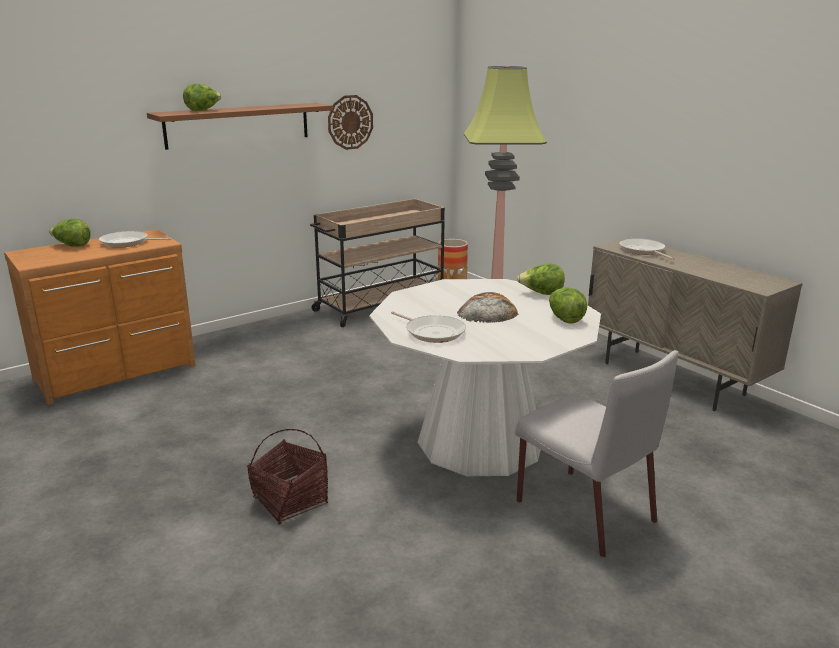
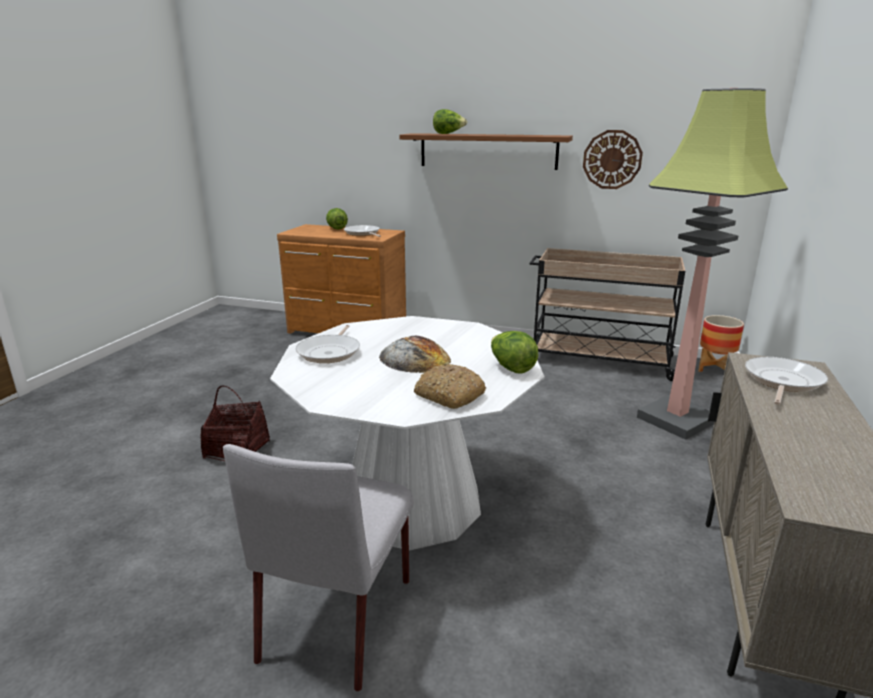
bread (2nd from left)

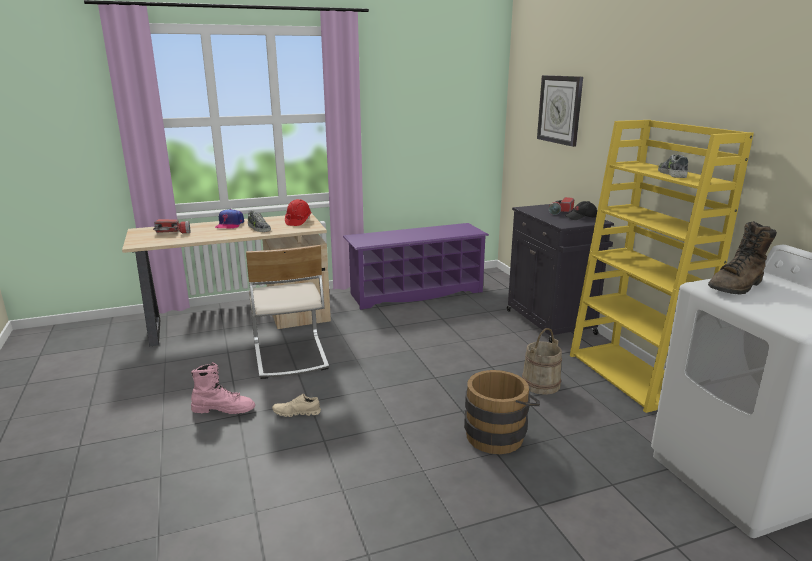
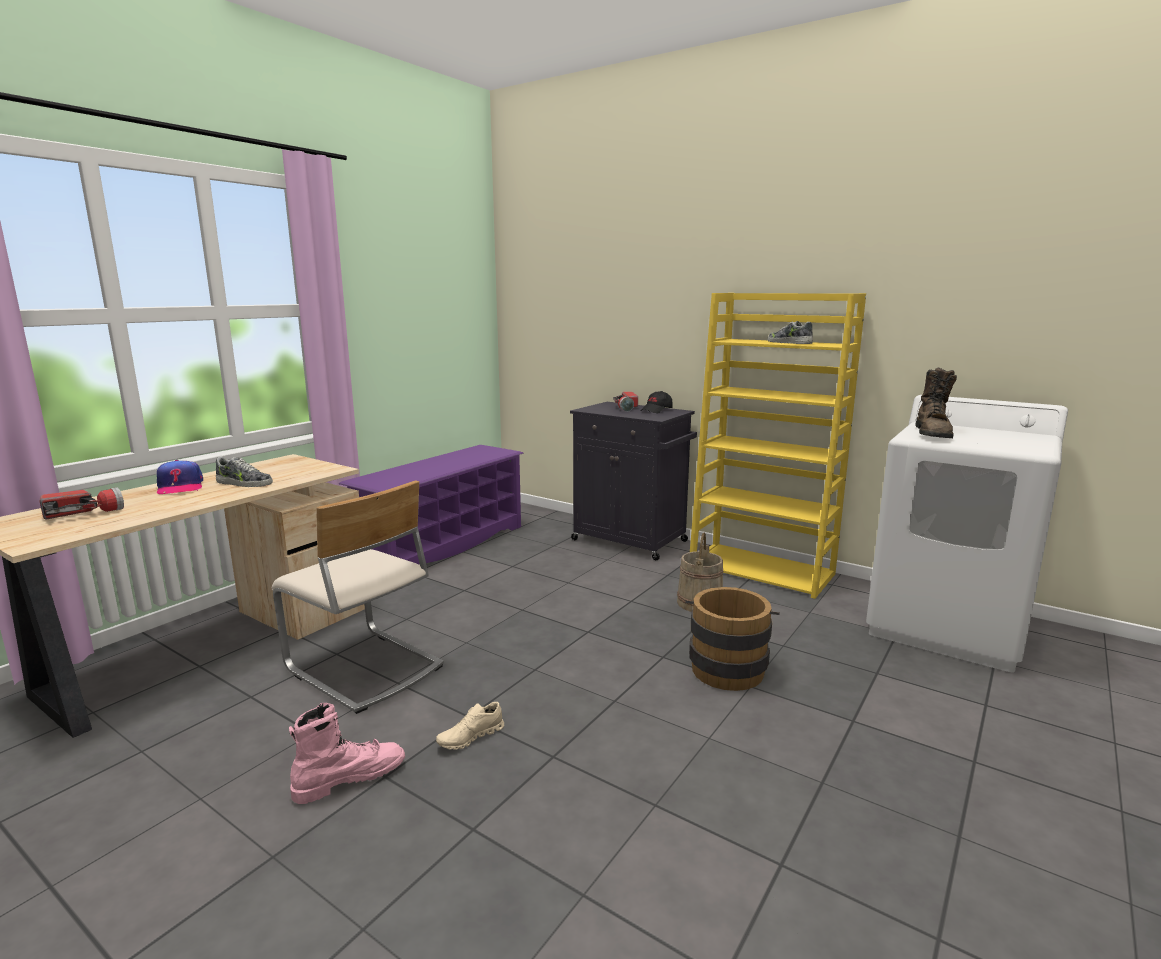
red_hard_hat
wall_clock

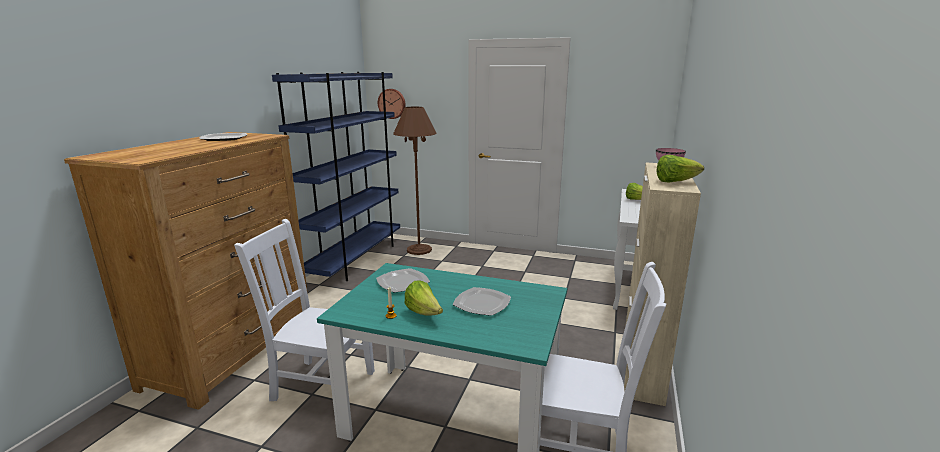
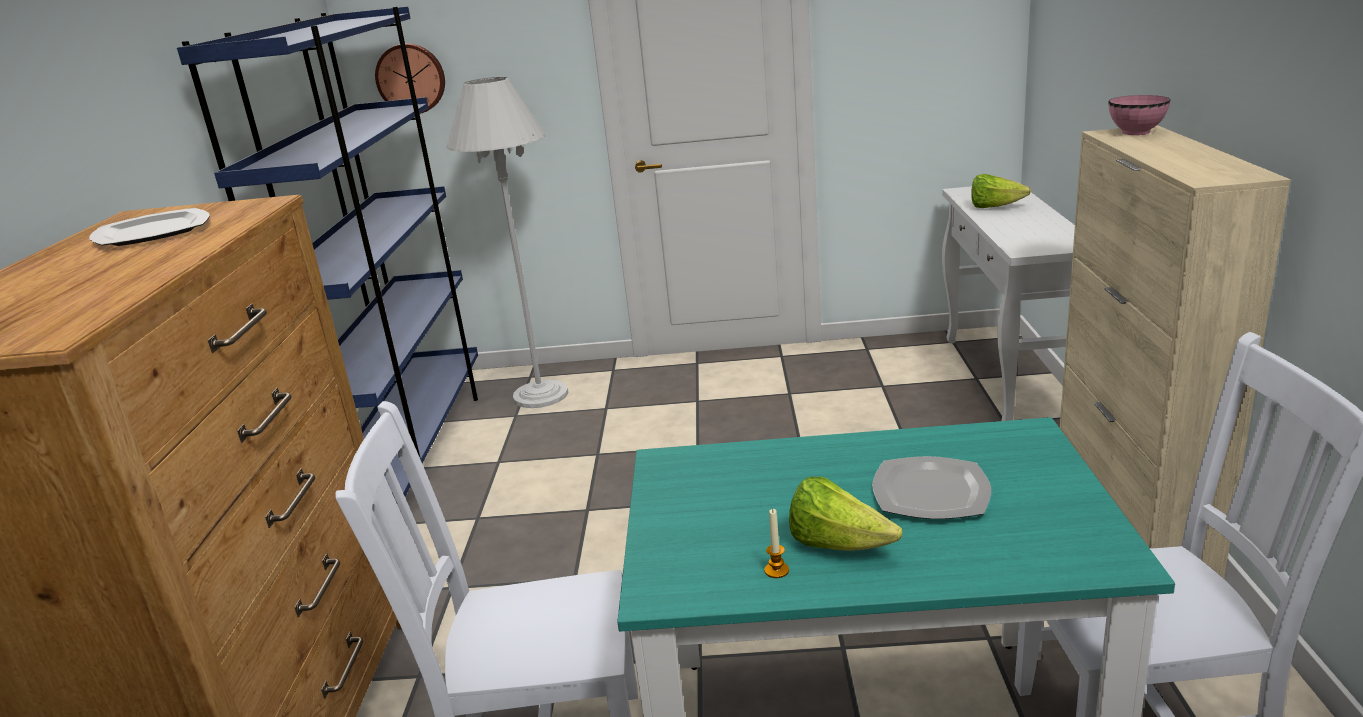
white_floor_lamp
plate (2nd from left in the first image)
lettuce (3rd from left in the first image)

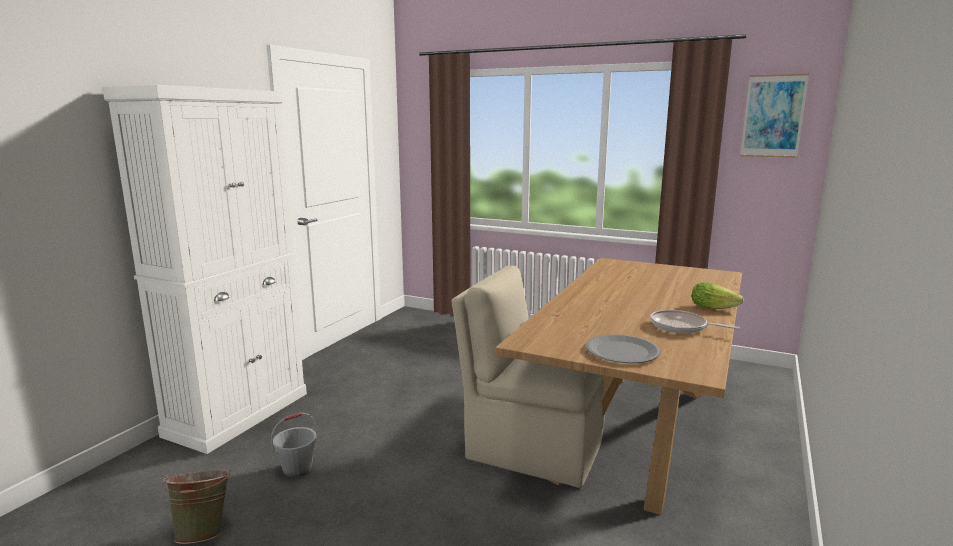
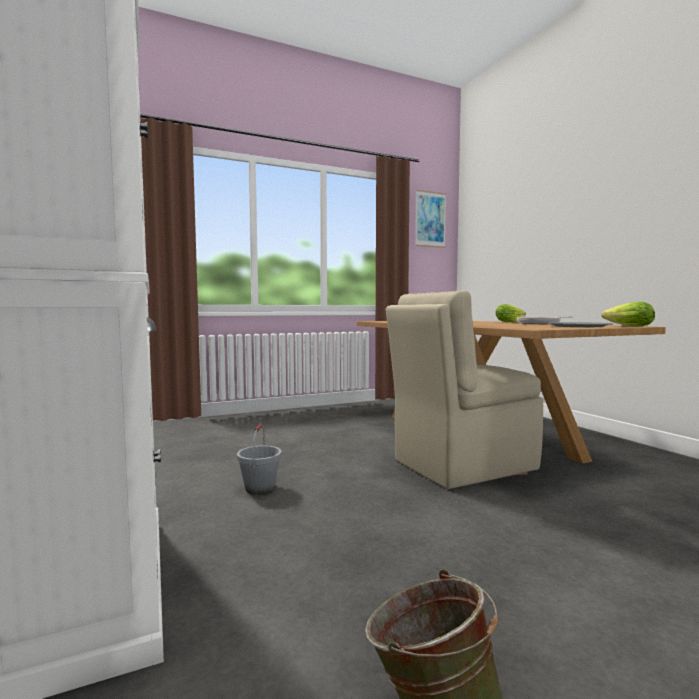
grey_bucket
lettuce (2nd from left)

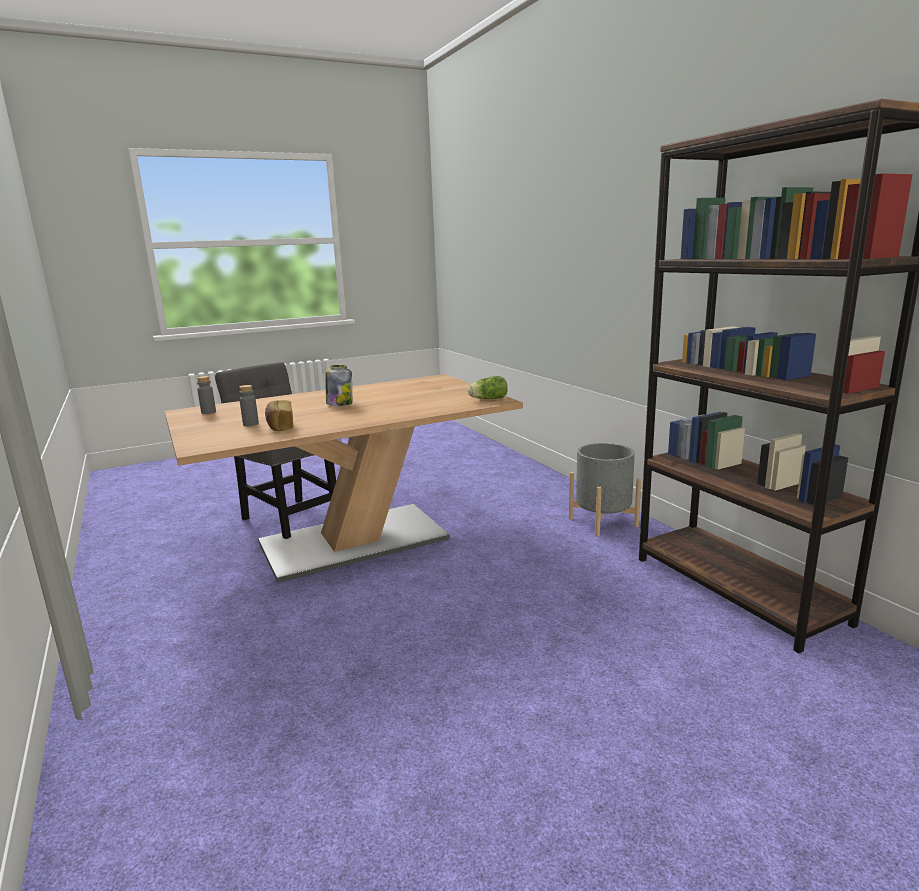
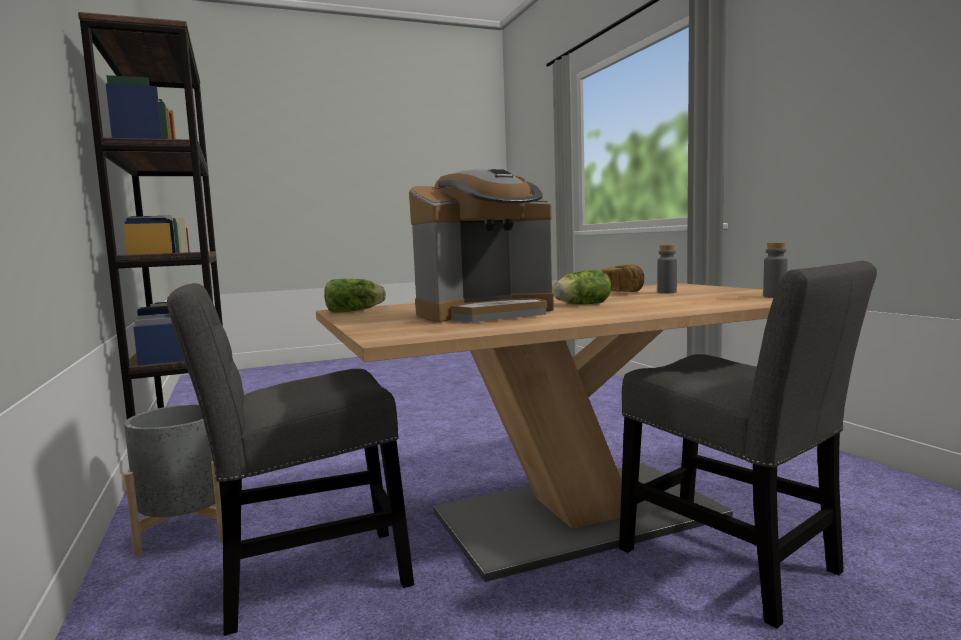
grey_chair (1st from left)
coffee_machine
lettuce (2nd from left)

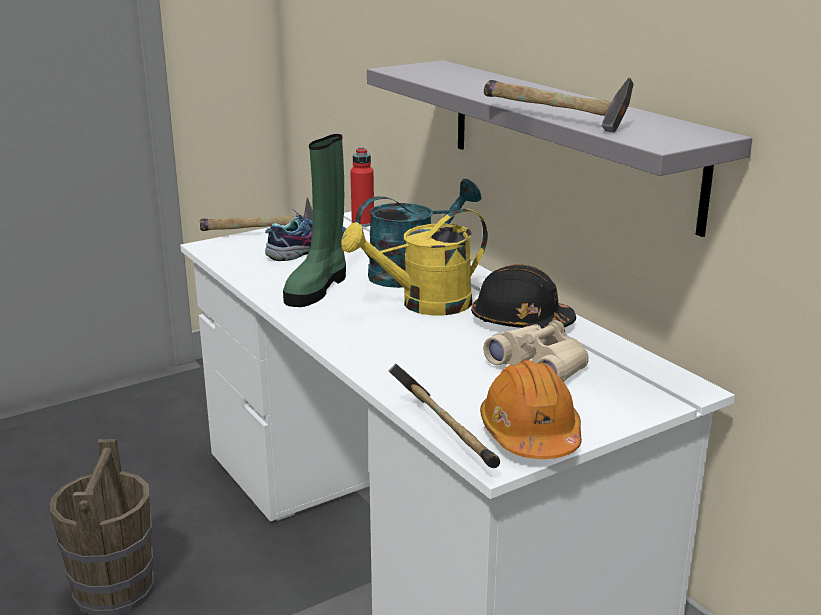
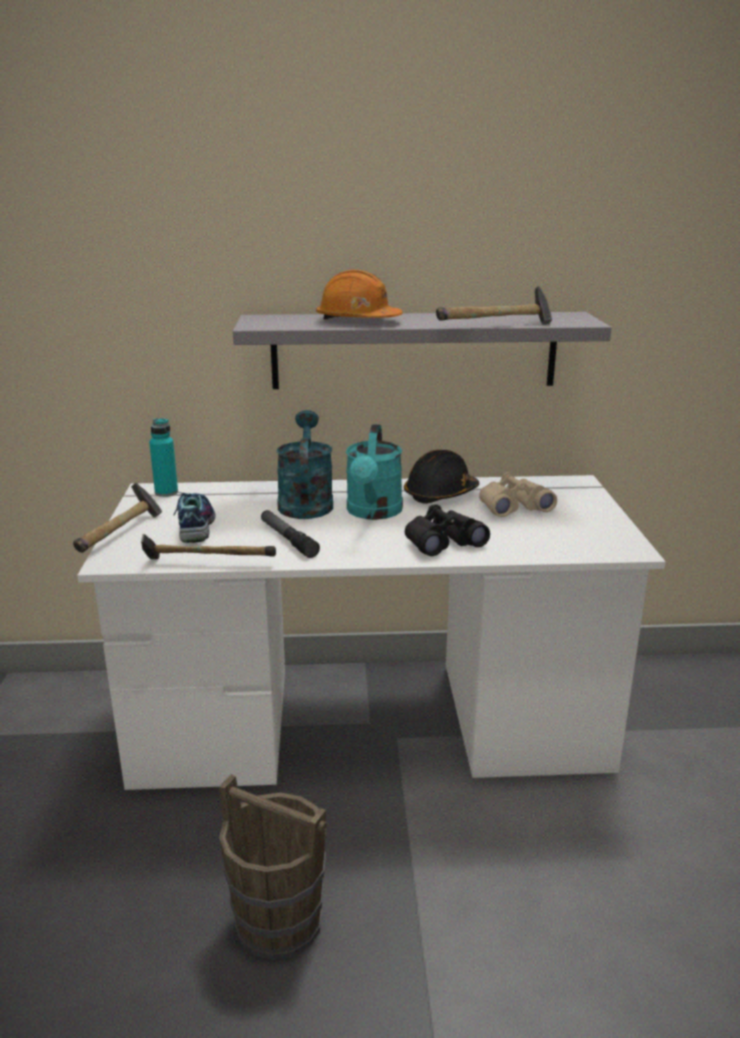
hammer (2nd from left)
turquoise_bottle
flashlight
orange_hard_hat
turquoise_watering_can (2nd from left)
black_binoculars

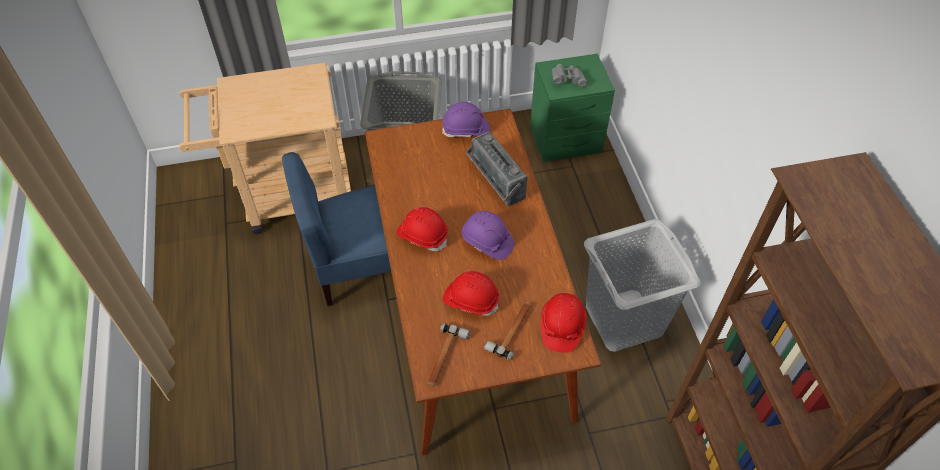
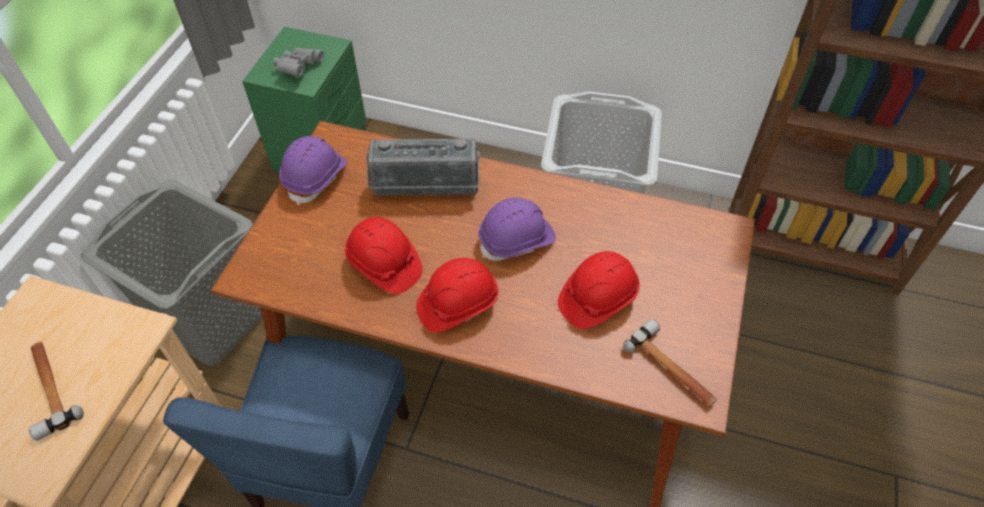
hammer (1st from left)
red_hard_hat (1st from left)

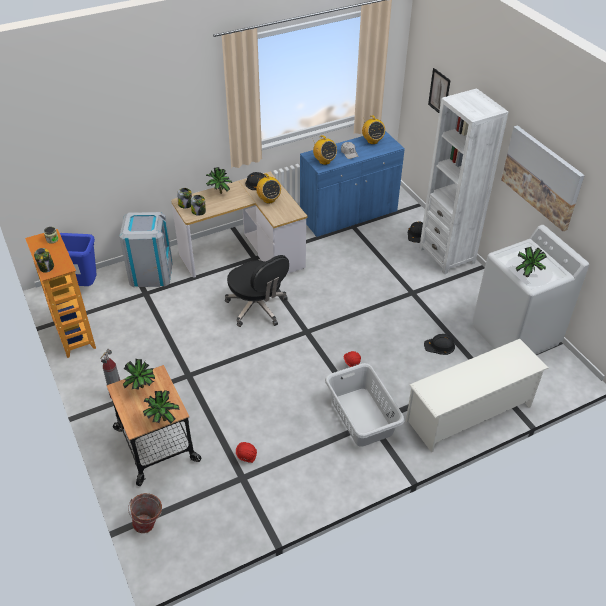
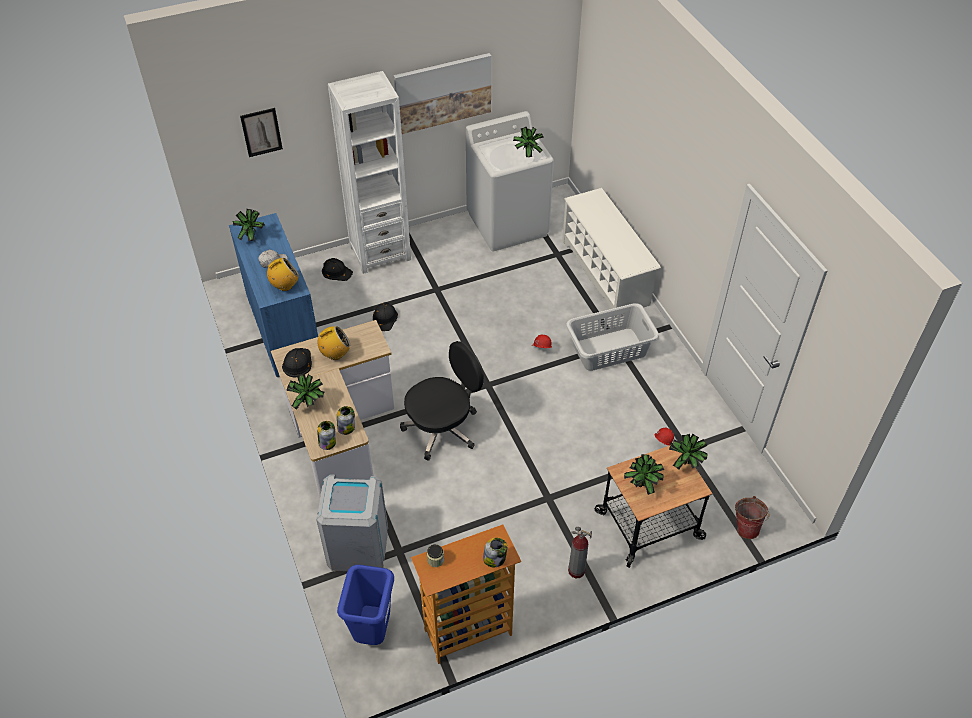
potted_plant (1st from left)
black_hard_hat (3rd from left)

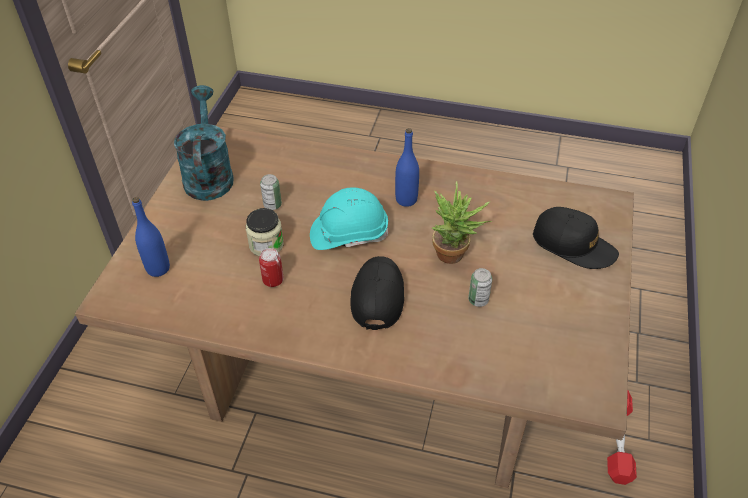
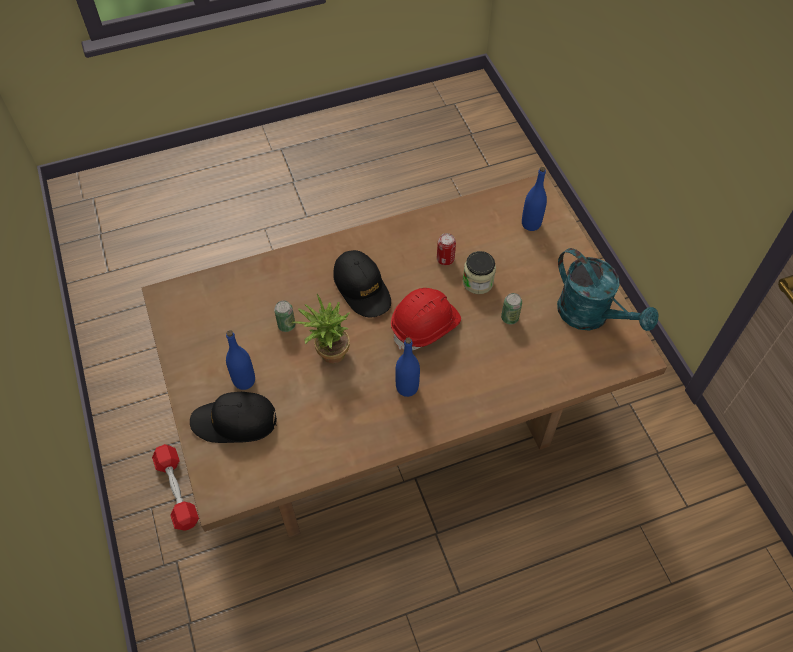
blue_bottle (1st from left)
red_hard_hat

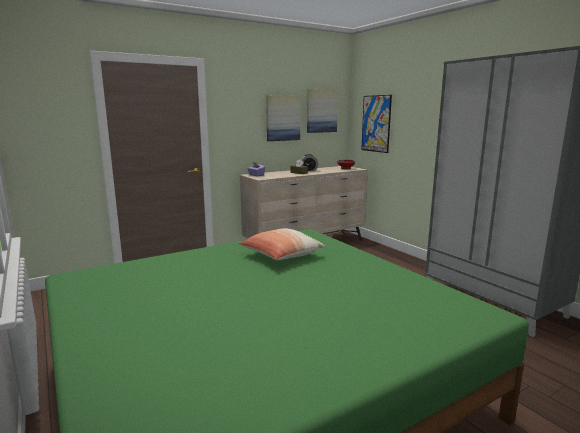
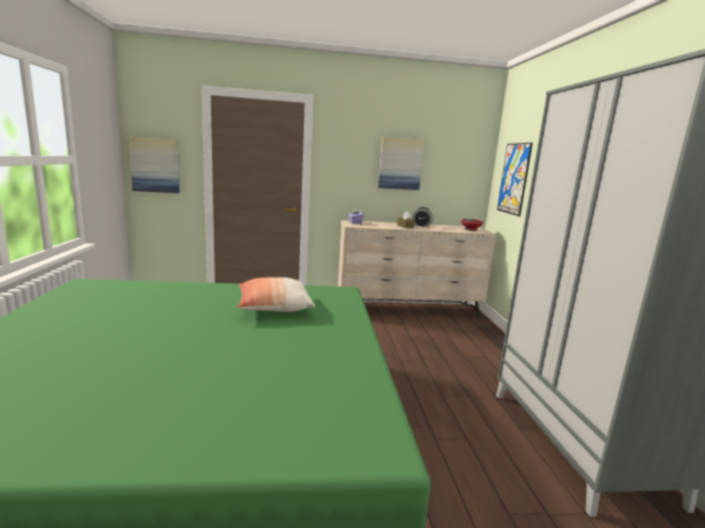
picture (1st from left)

